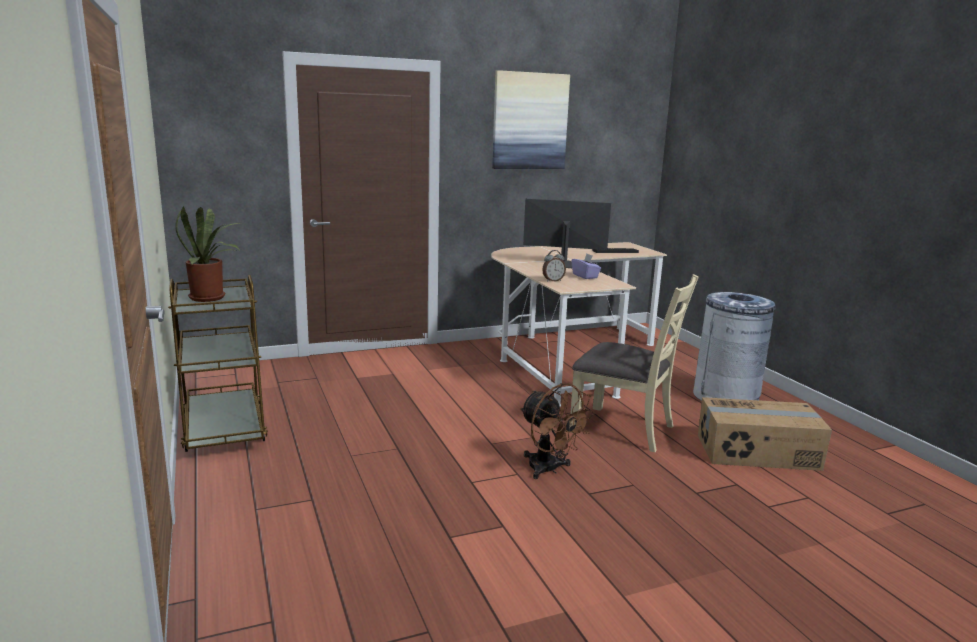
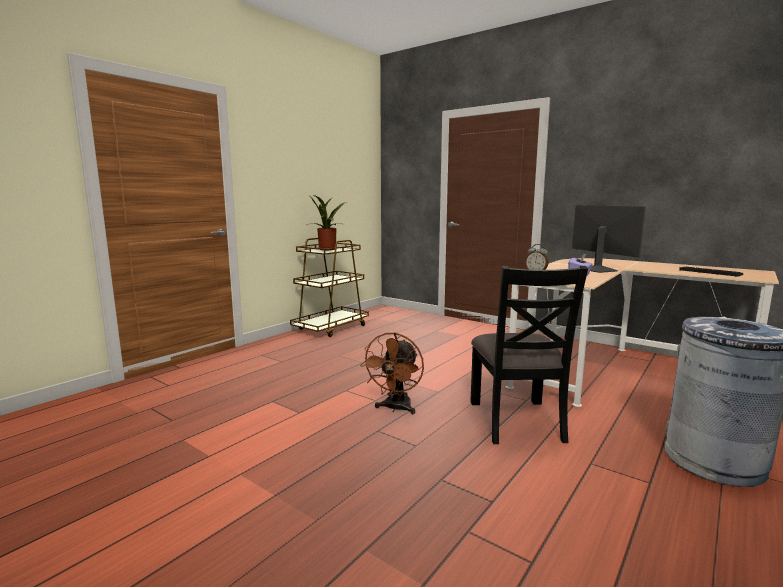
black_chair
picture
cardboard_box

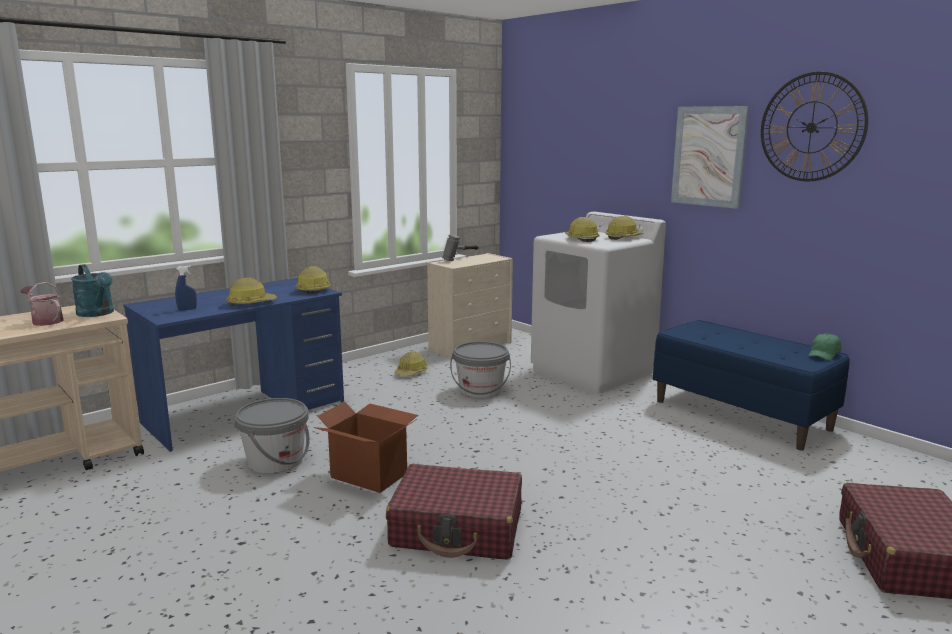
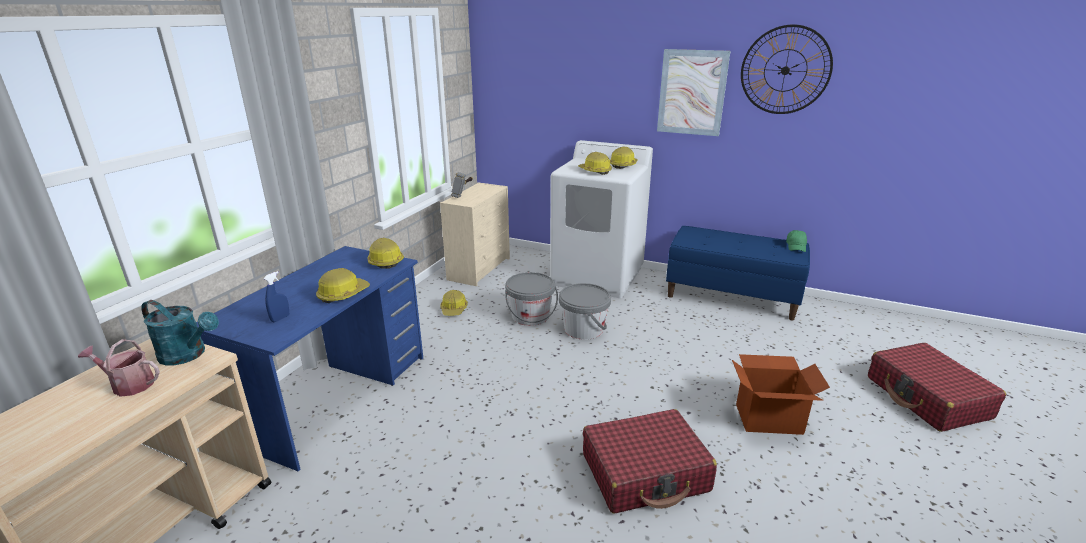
grey_bucket (2nd from left)
cardboard_box

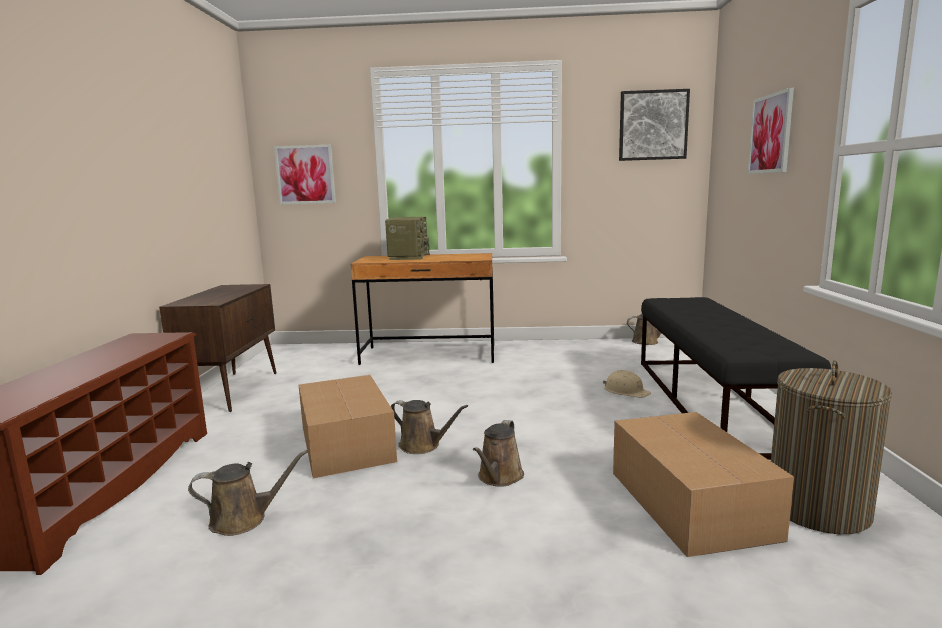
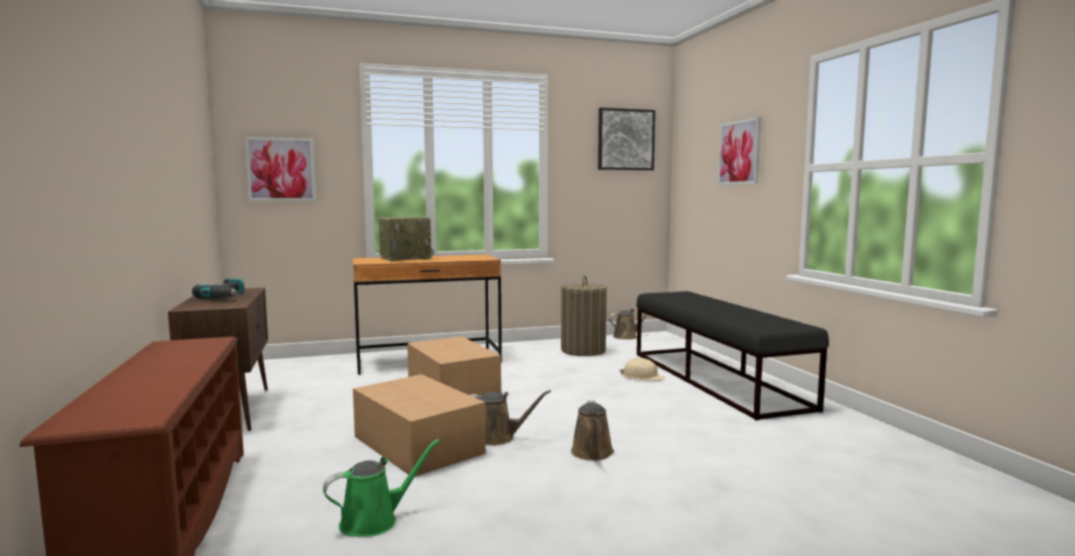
power_drill
green_watering_can
radio
cardboard_box (2nd from left)
laundry_basket

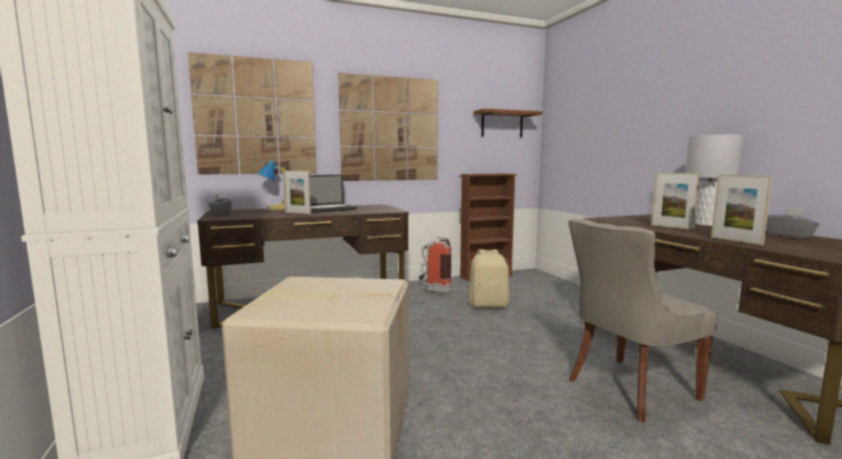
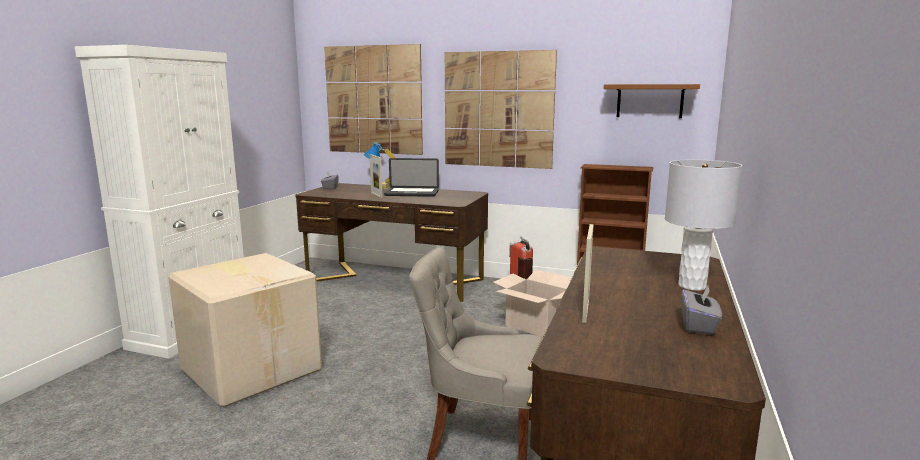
cardboard_box (2nd from left)
picture_frame (2nd from left in the first image)

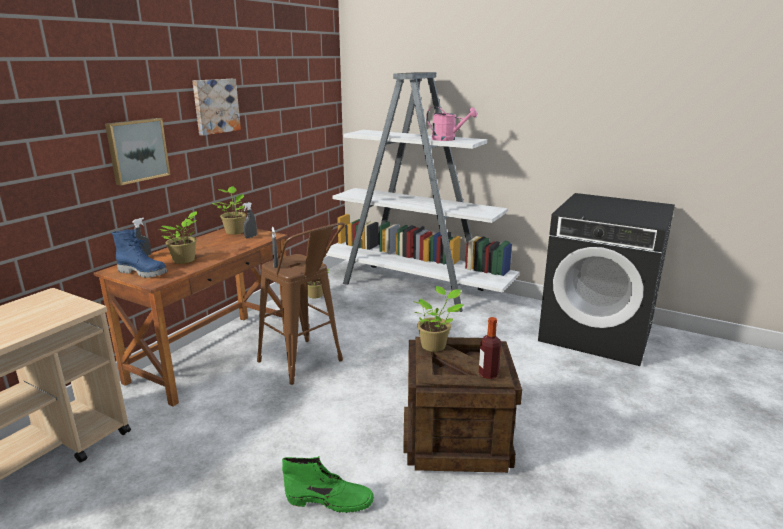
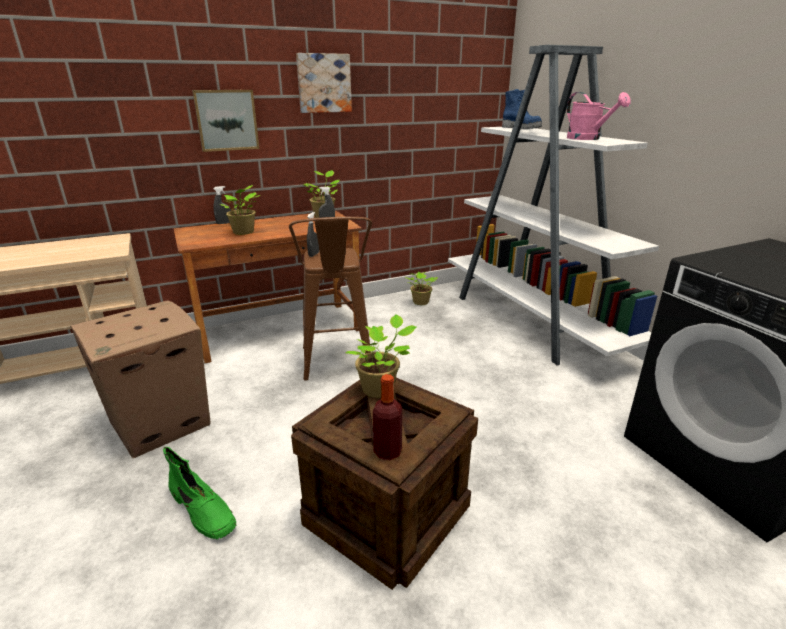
cardboard_box
blue_boot

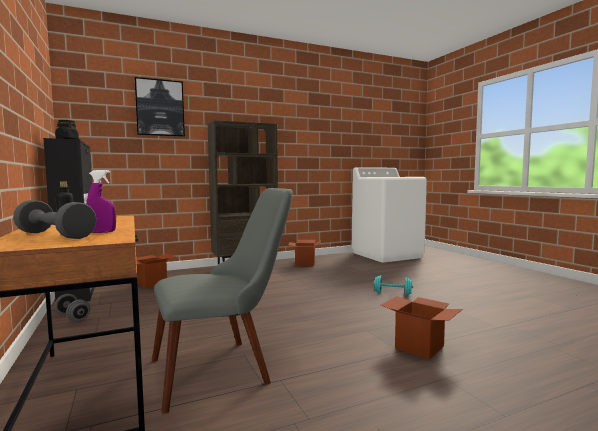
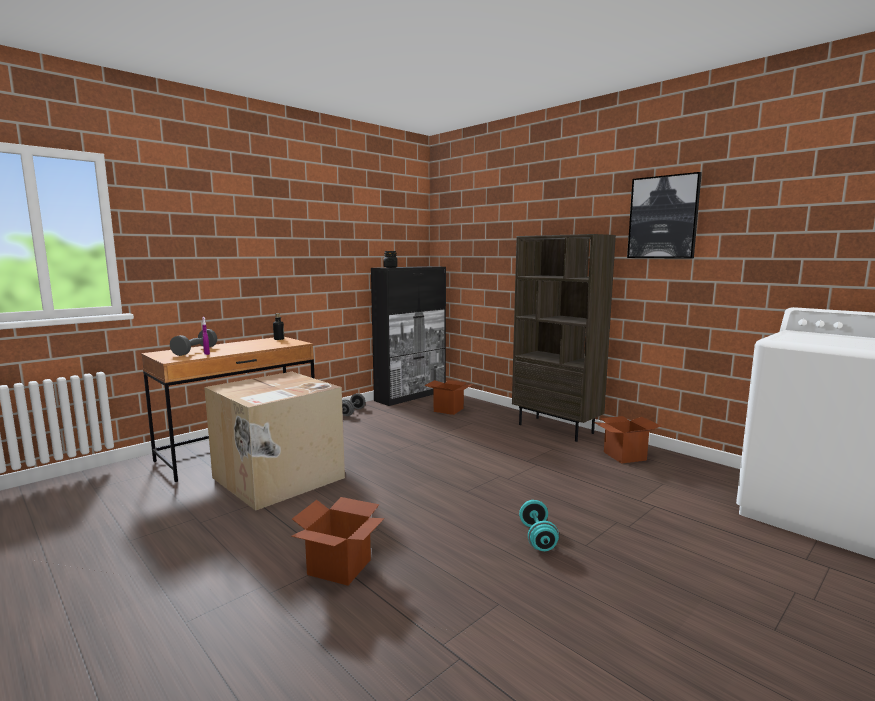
cardboard_box (1st from left)
picture

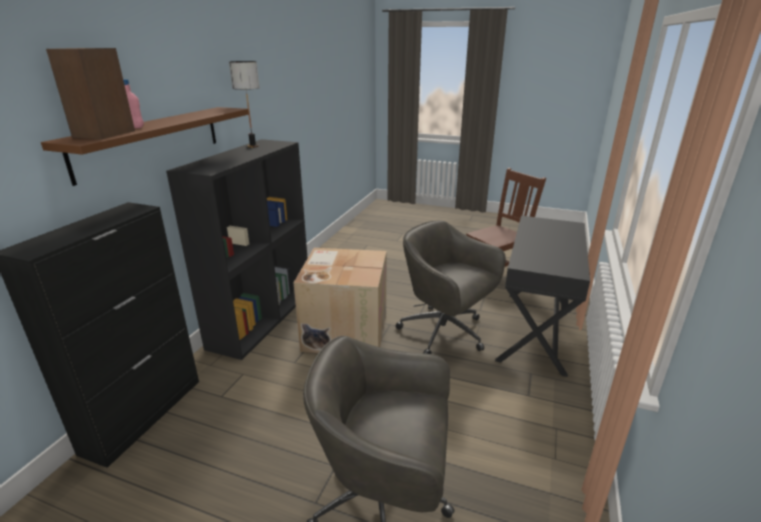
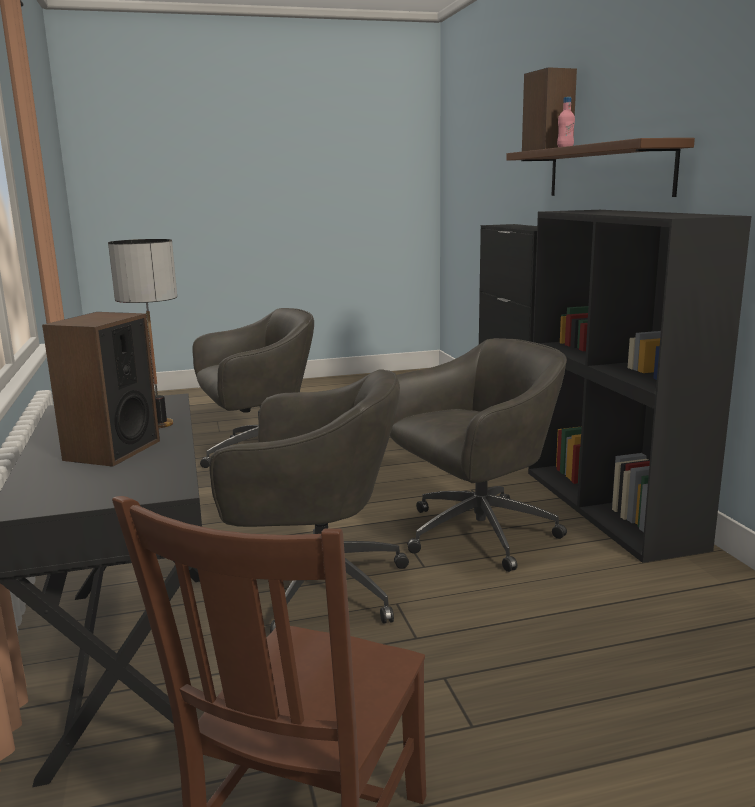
speaker (1st from left)
table_lamp
grey_office_chair (3rd from left)

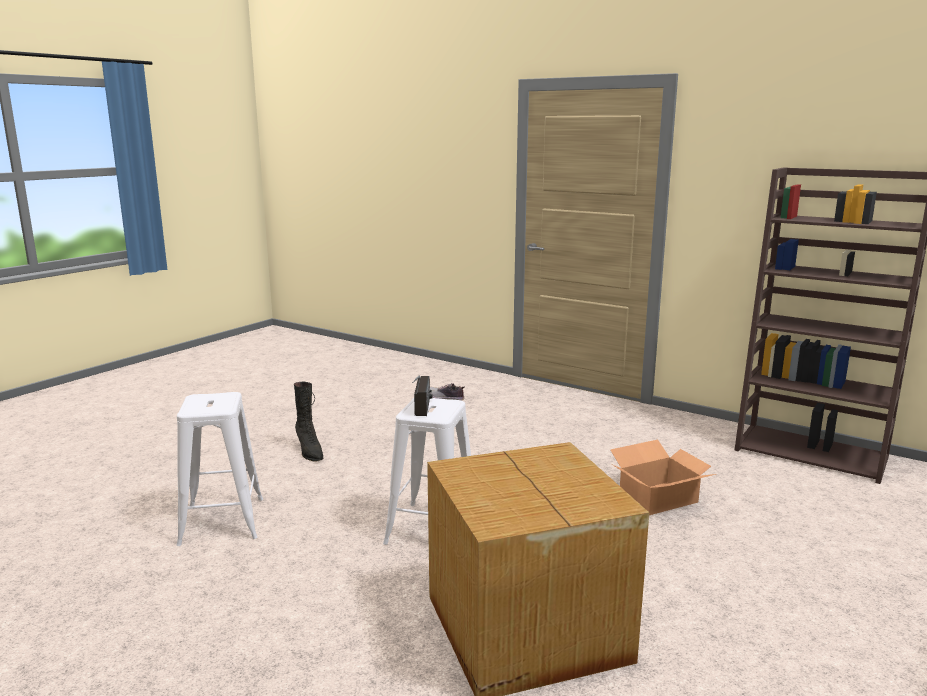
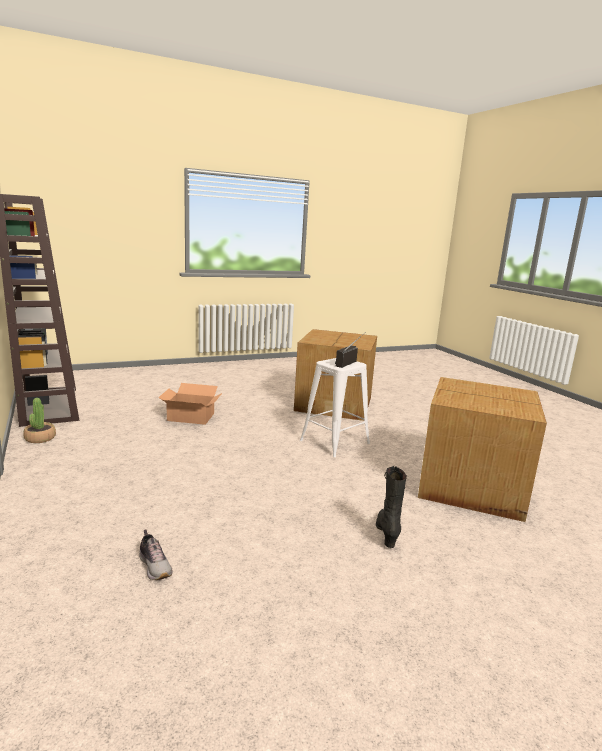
potted_plant
cardboard_box (3rd from left)

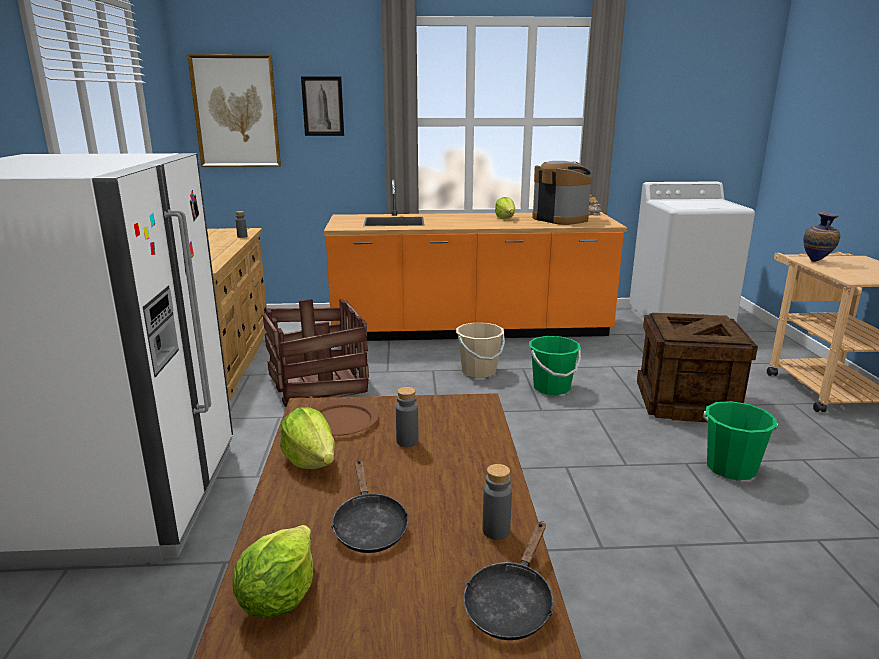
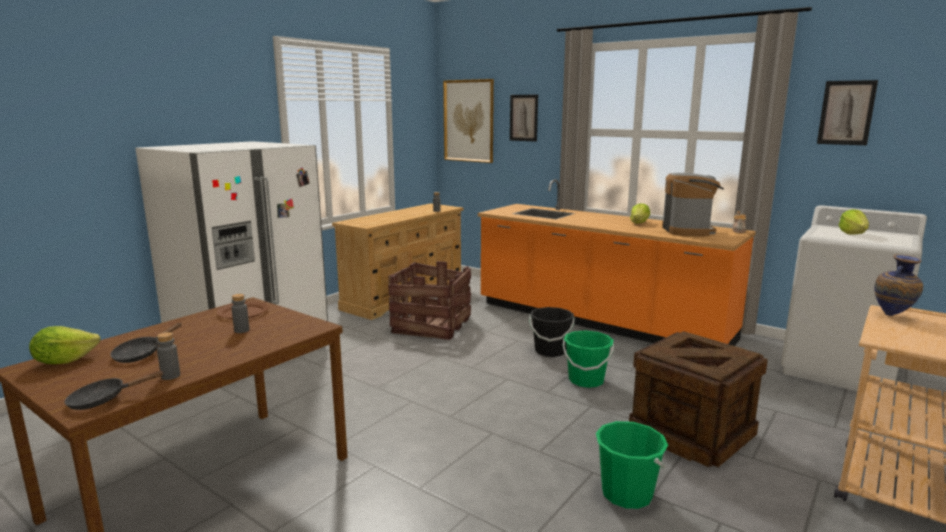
black_bucket
picture (3rd from left)
lettuce (3rd from left)

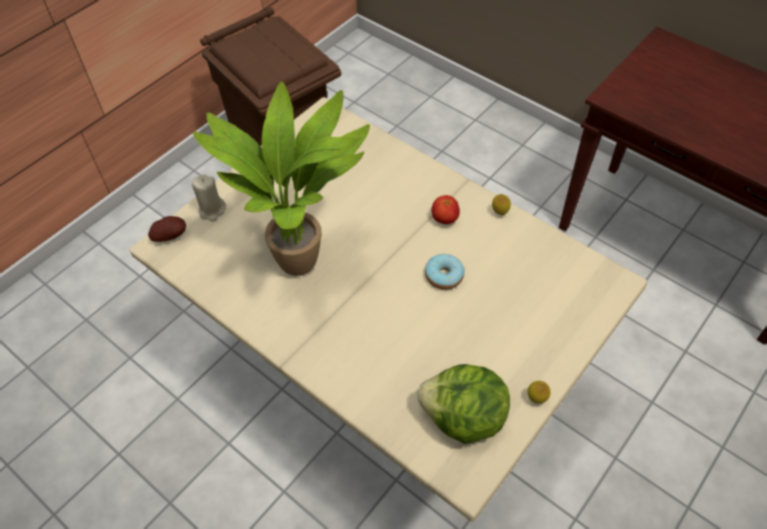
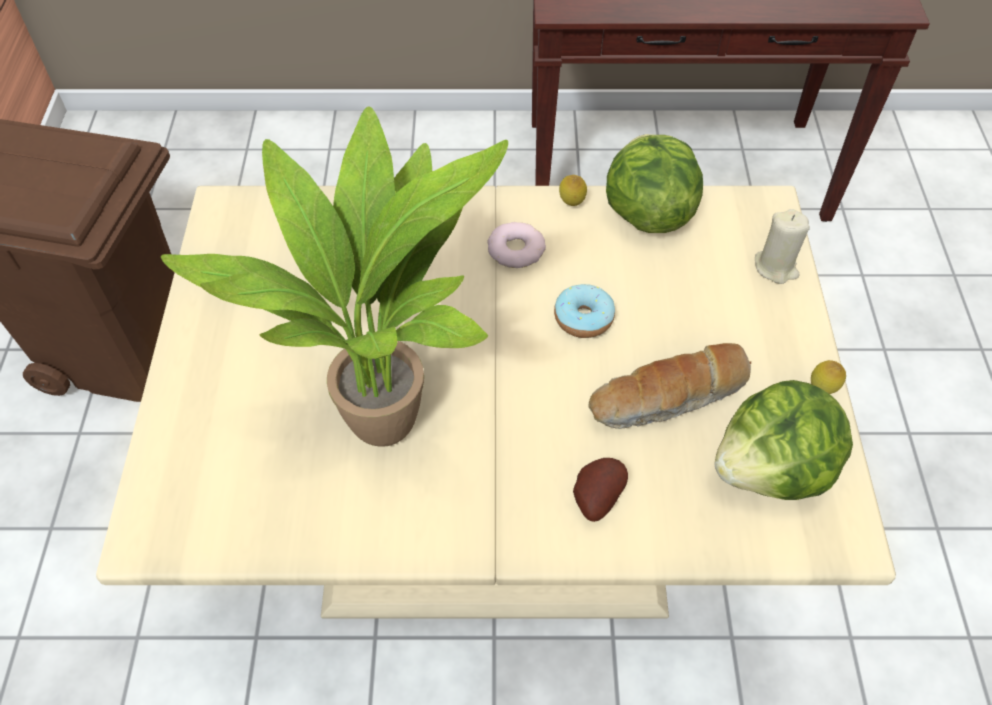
donut (1st from left)
potato
bread
lettuce (1st from left)
beige_candle

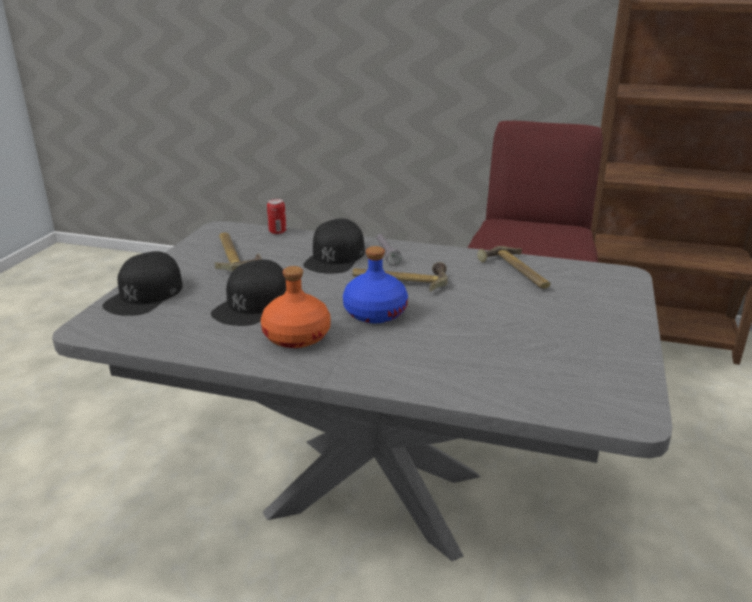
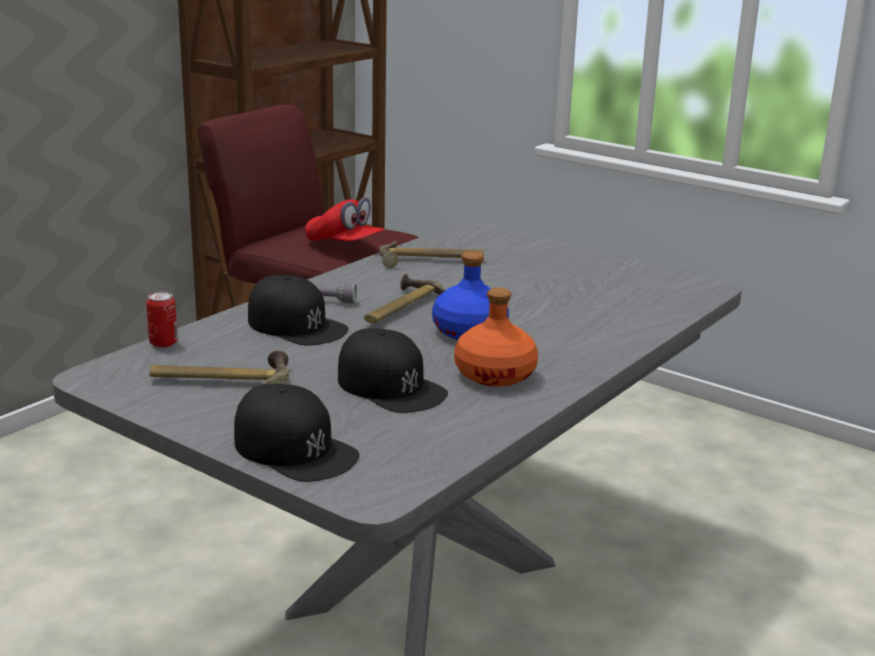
red_cap

